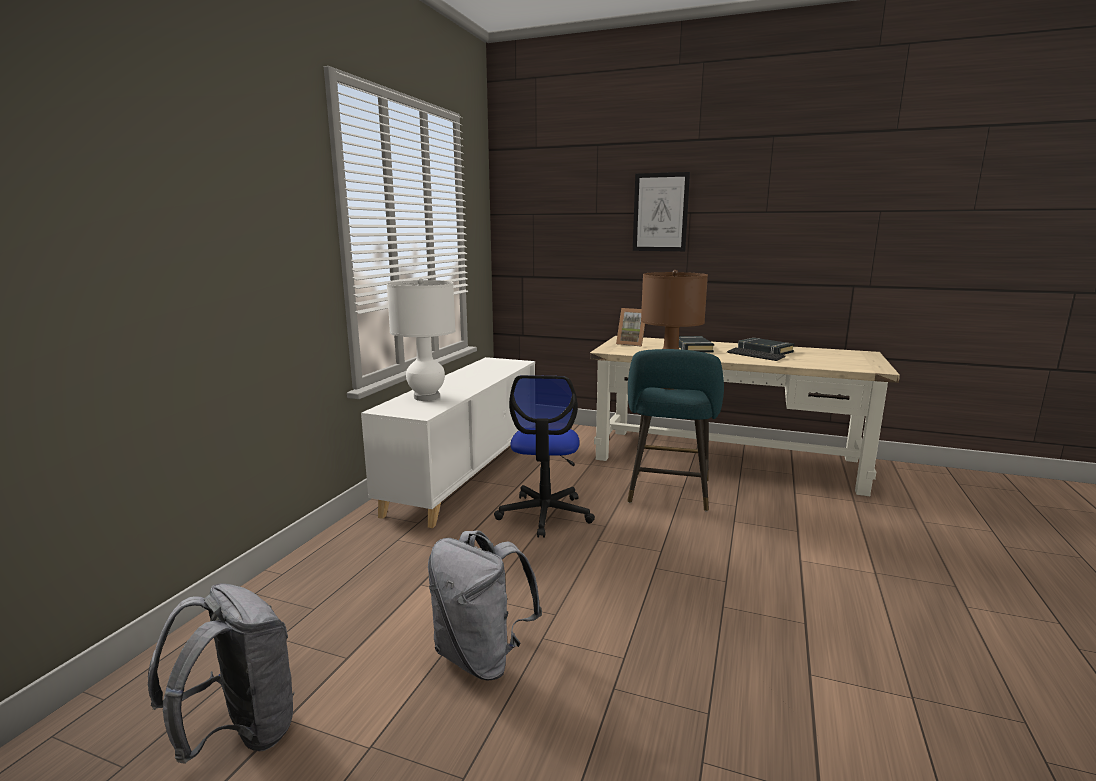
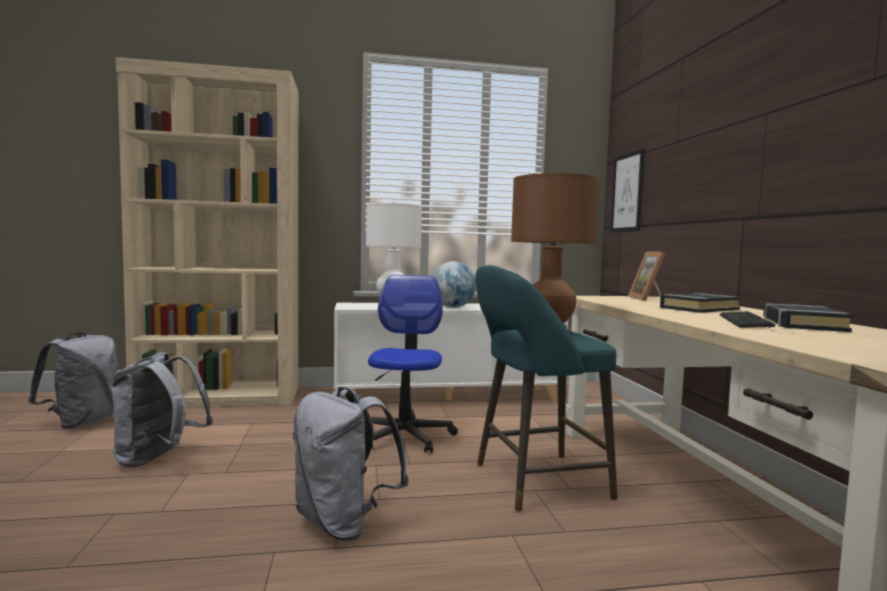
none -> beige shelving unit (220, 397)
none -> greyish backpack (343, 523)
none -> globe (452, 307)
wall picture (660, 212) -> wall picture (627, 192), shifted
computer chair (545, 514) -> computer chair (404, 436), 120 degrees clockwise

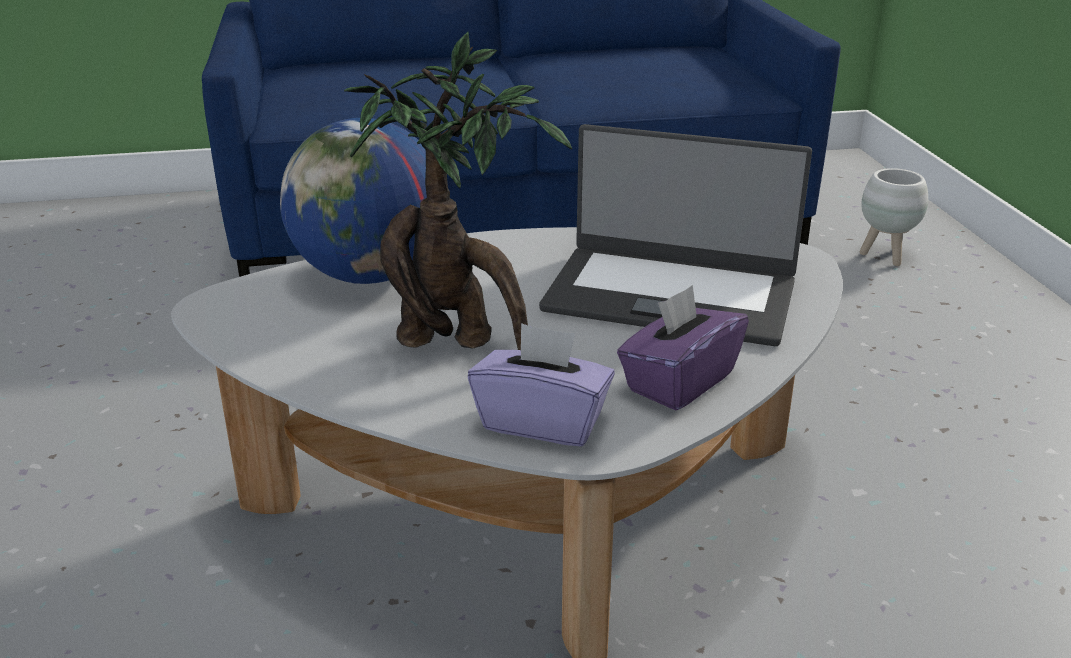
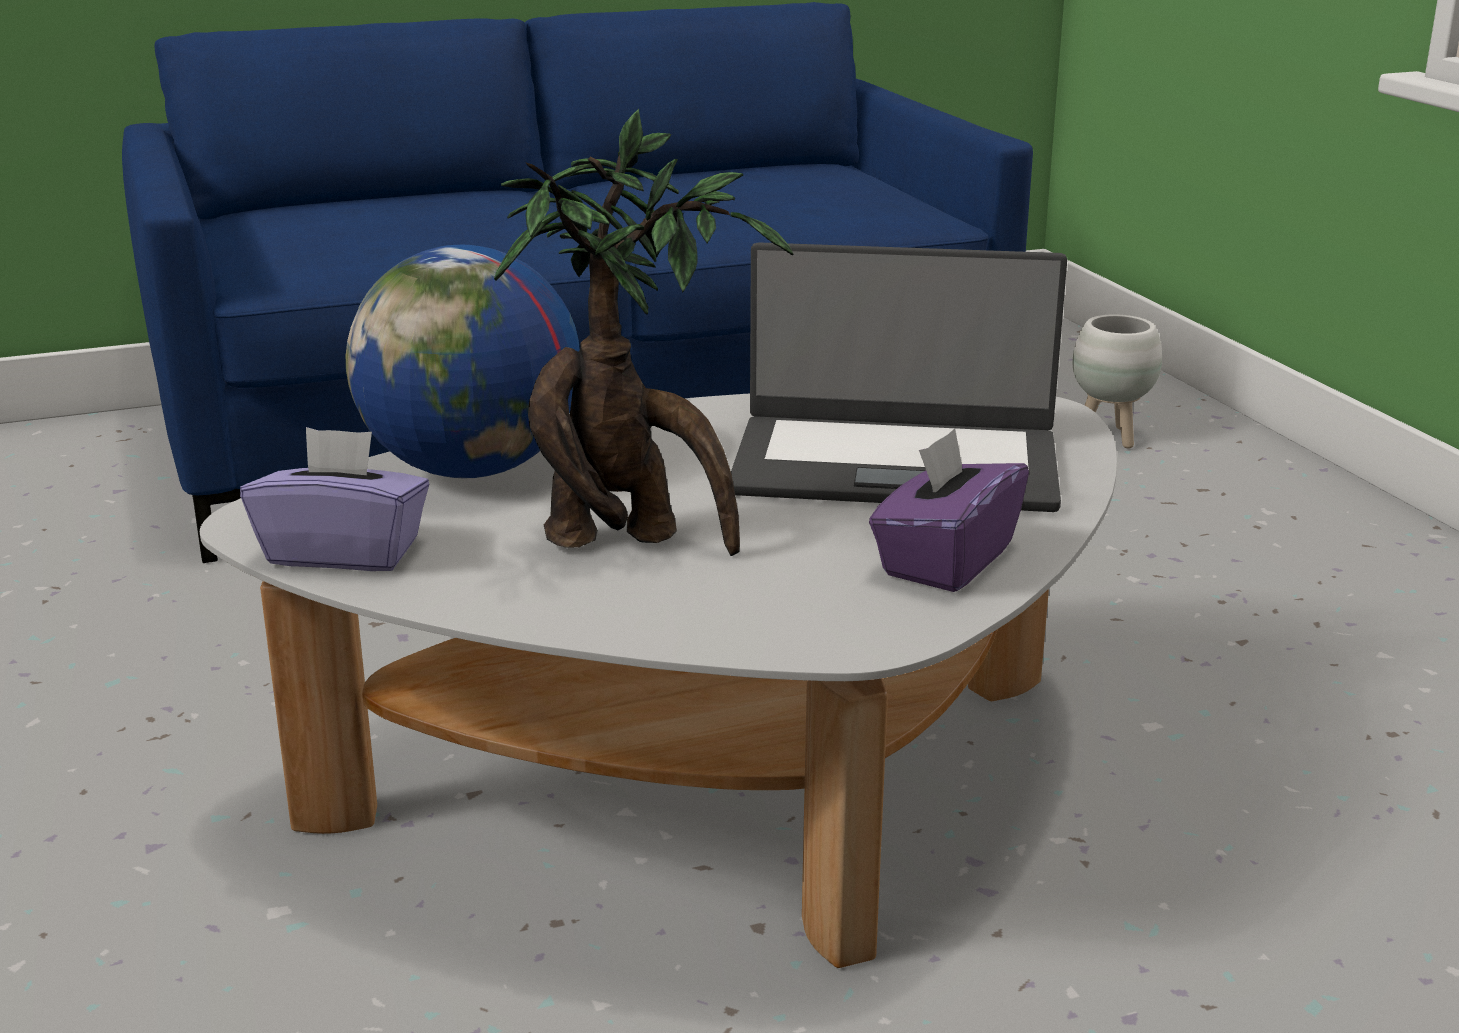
purplish tissue holder (542, 422) -> purplish tissue holder (344, 552), shifted

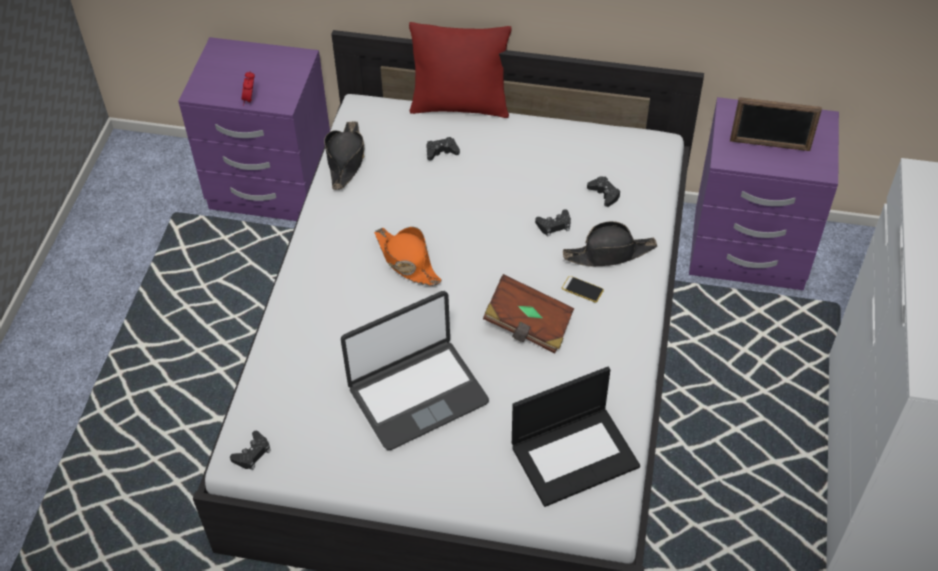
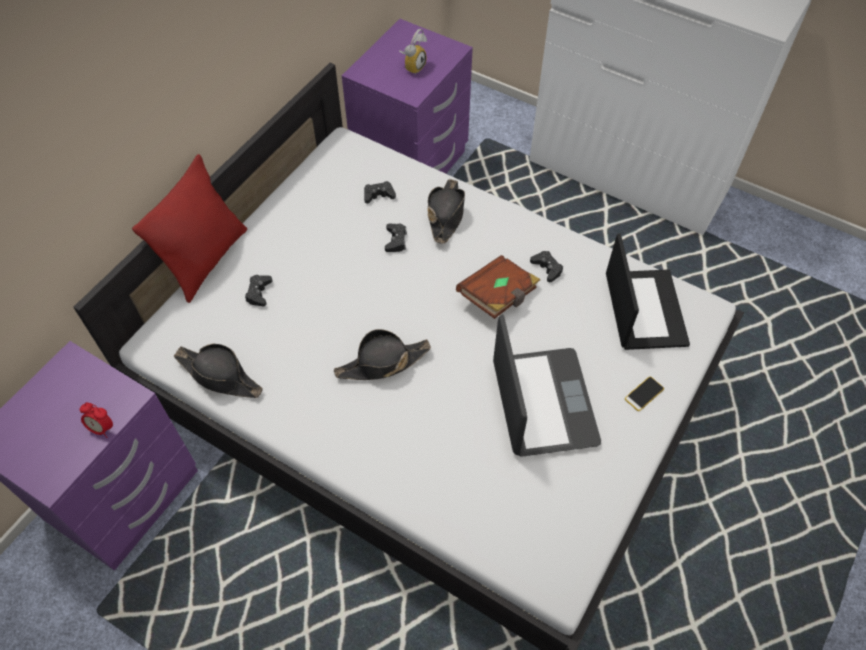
black game controller (252, 453) -> black game controller (547, 268), shifted
handset (582, 289) -> handset (644, 394), shifted
photo frame (769, 145) -> bedside clock (413, 66)
orange-coloured clothing hat (407, 261) -> black clothing hat (382, 363)

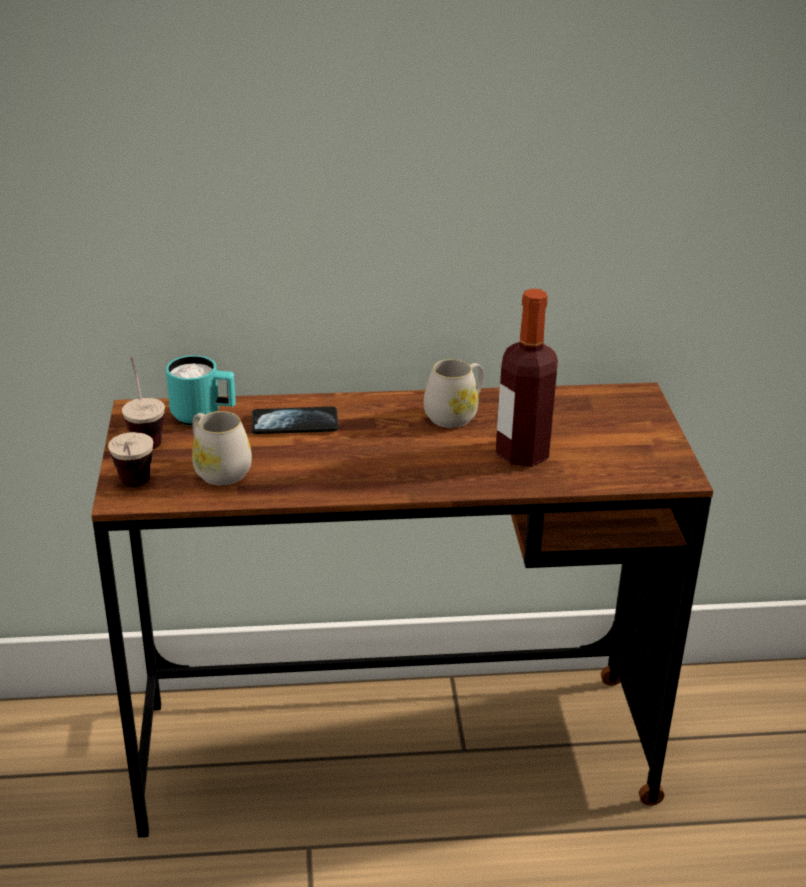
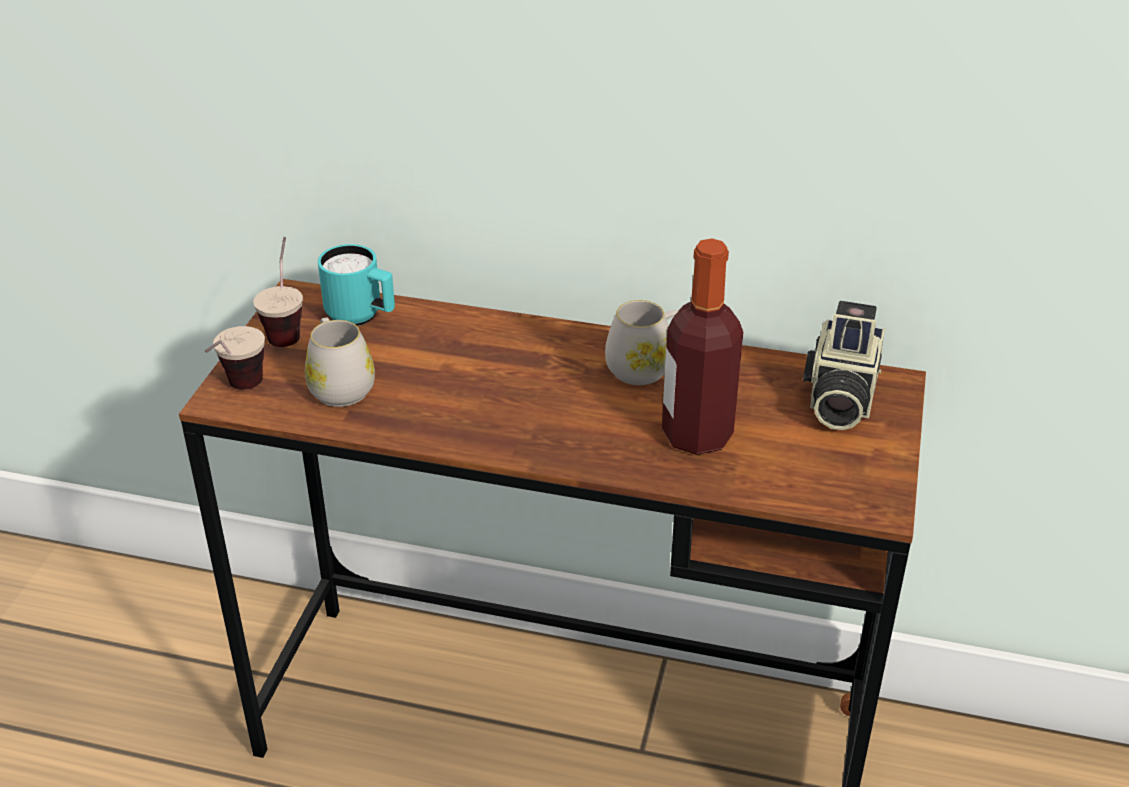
handset (294, 423) -> none
none -> still camera (838, 399)

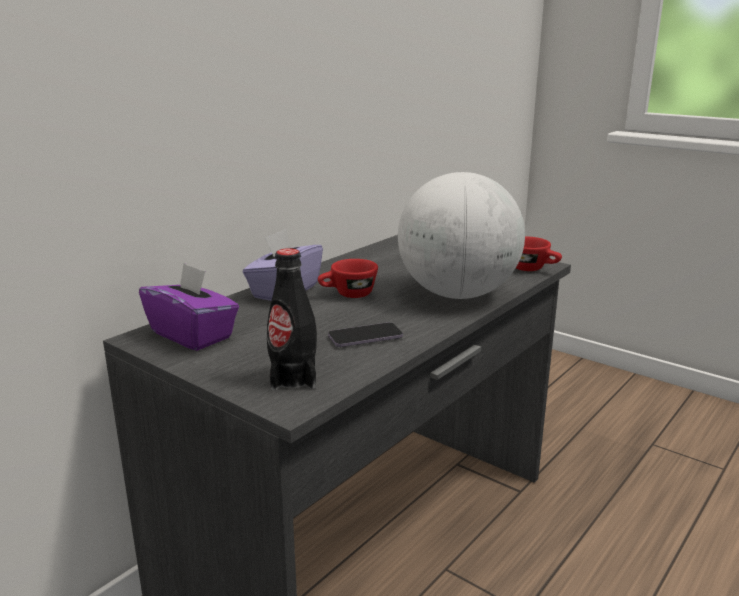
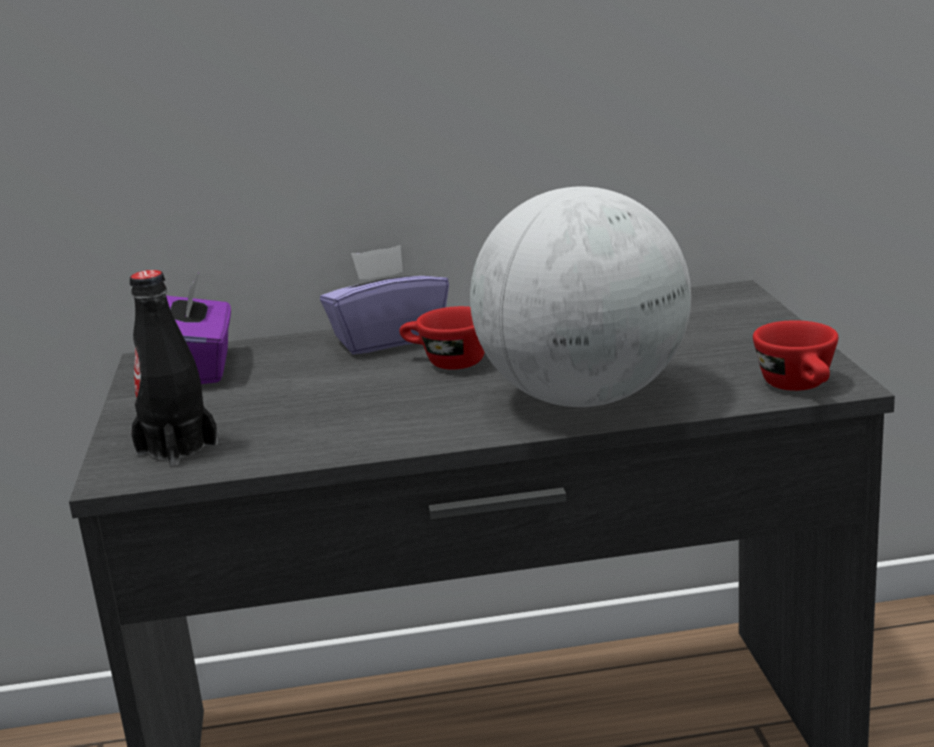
handset (365, 337) -> none

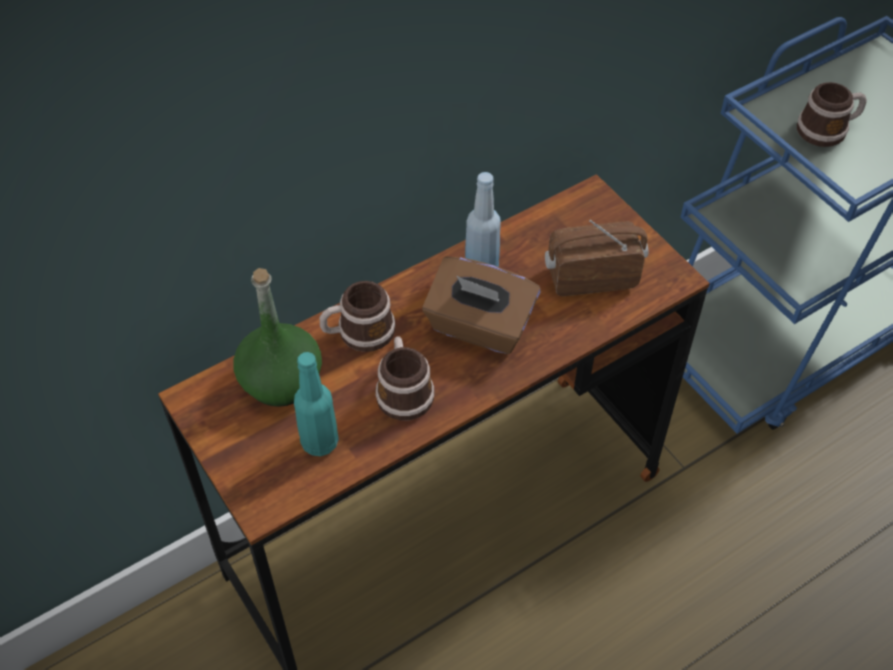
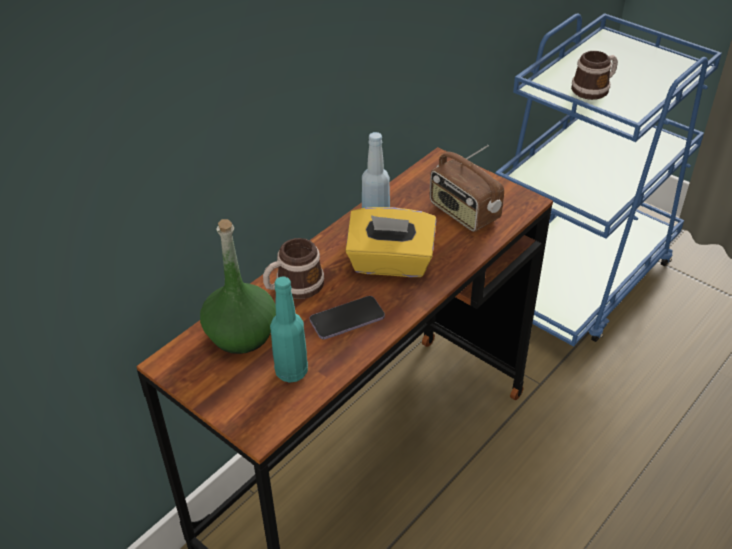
tea mug (403, 390) -> handset (347, 319)
brown tissue holder (479, 327) -> yellowish tissue holder (390, 263)
radio (591, 277) -> radio (463, 213), 105 degrees counterclockwise

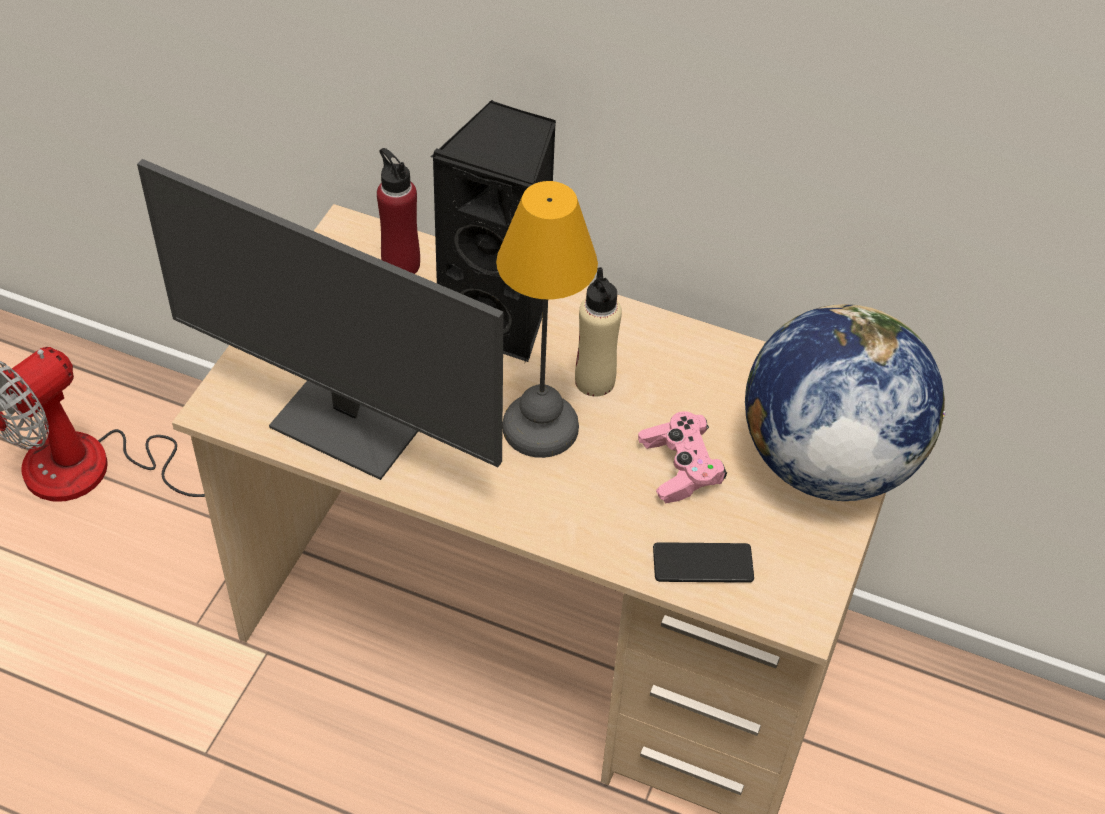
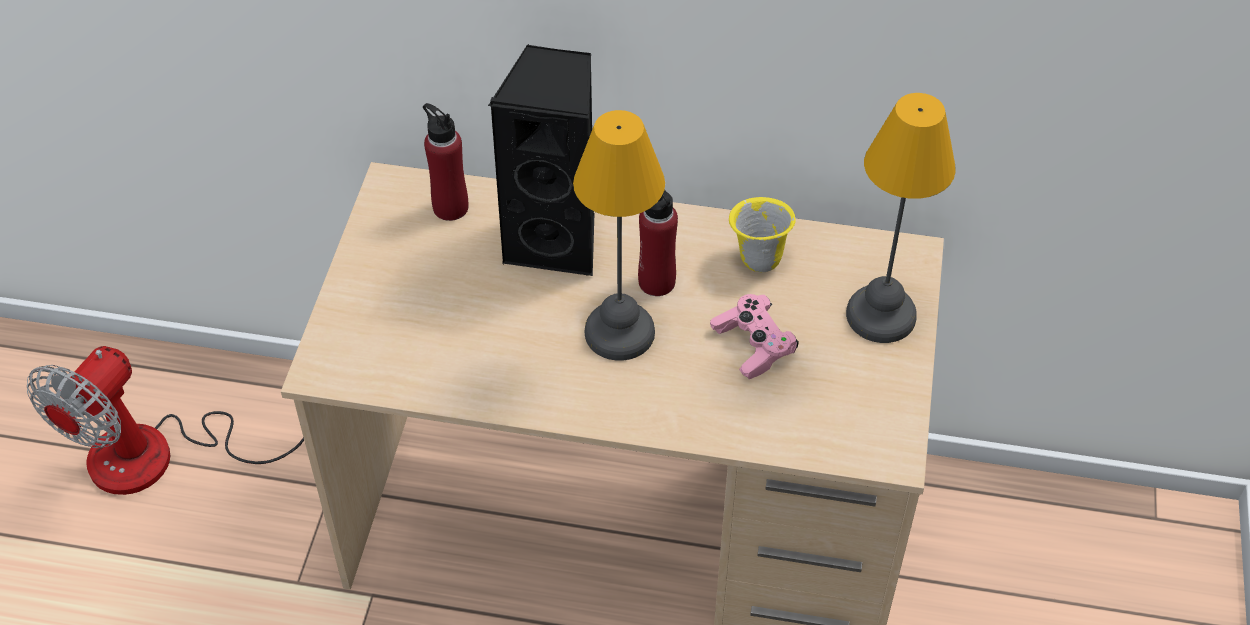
computer screen (351, 421) -> none
handset (702, 564) -> none
none -> yellowish tea mug (758, 259)
globe (825, 461) -> table lamp (878, 316)
beige beverage bottle (594, 381) -> red-coloured beverage bottle (656, 282)

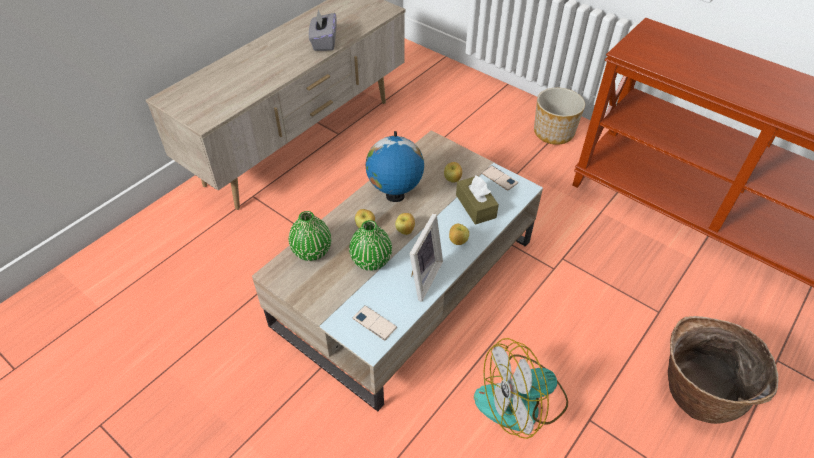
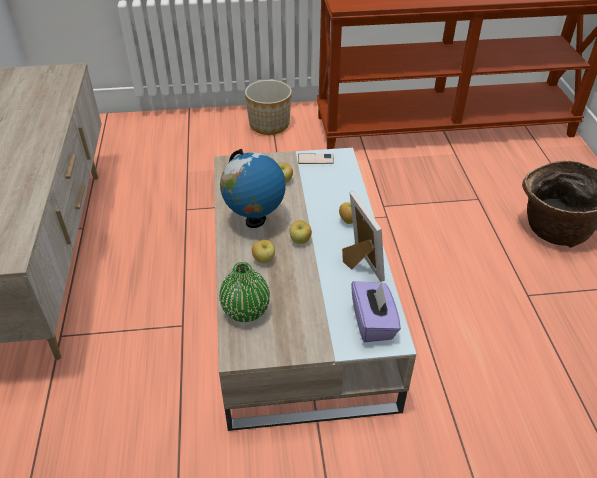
greyish tissue holder (324, 42) -> none
greenish flower vase (371, 260) -> none
brown tissue holder (475, 206) -> none
fan (521, 402) -> none
handset (374, 323) -> purplish tissue holder (373, 323)

